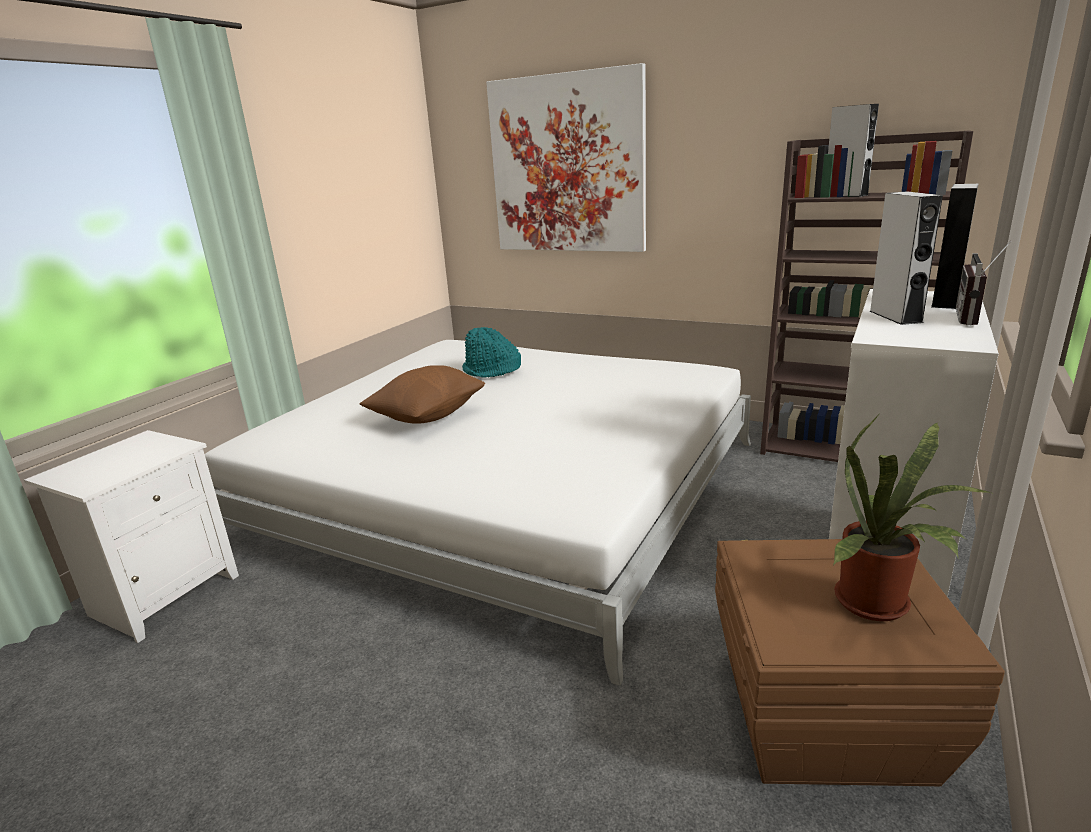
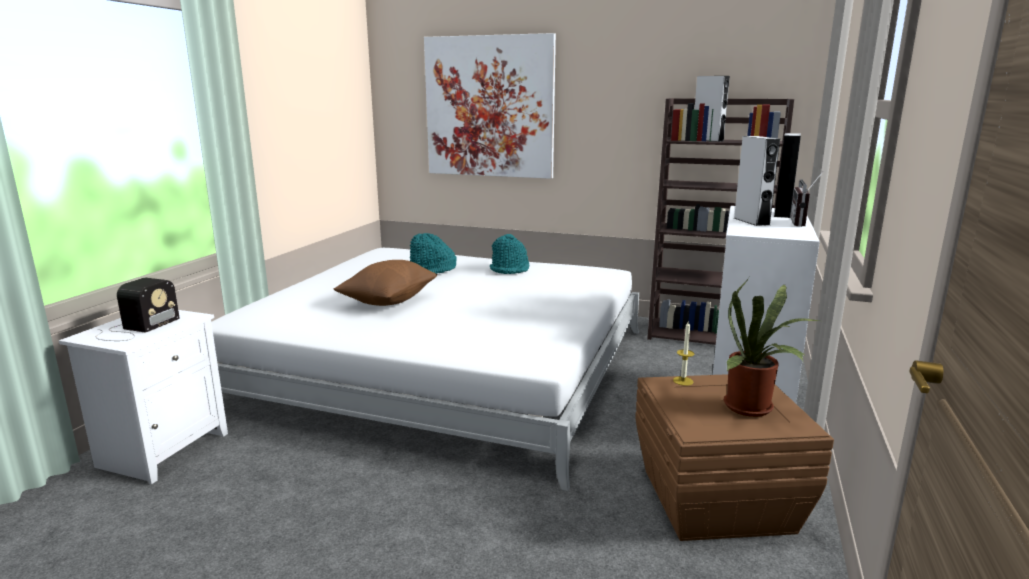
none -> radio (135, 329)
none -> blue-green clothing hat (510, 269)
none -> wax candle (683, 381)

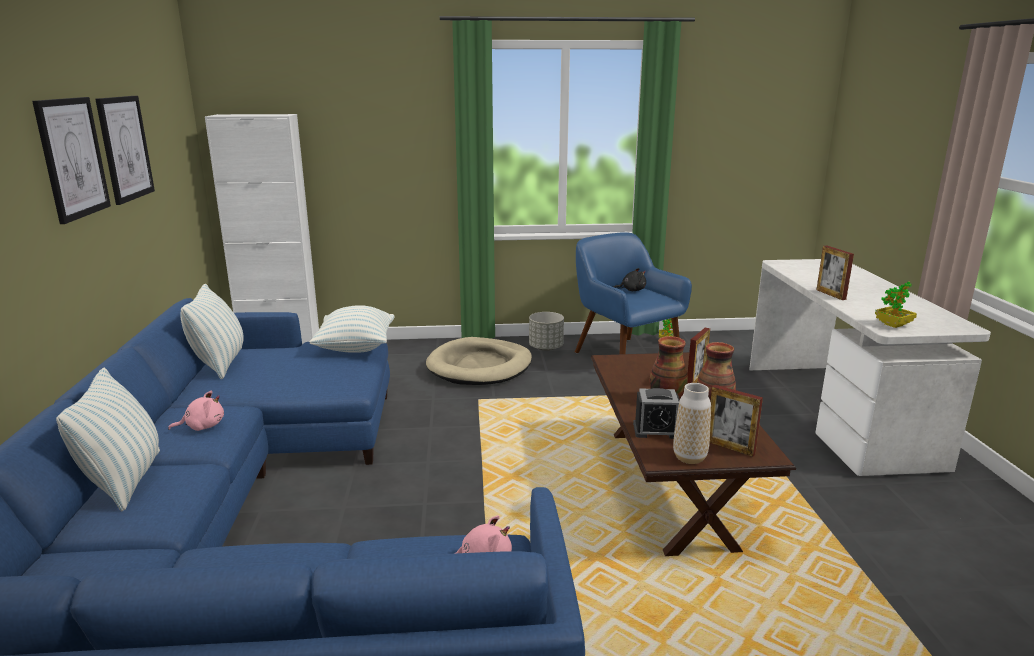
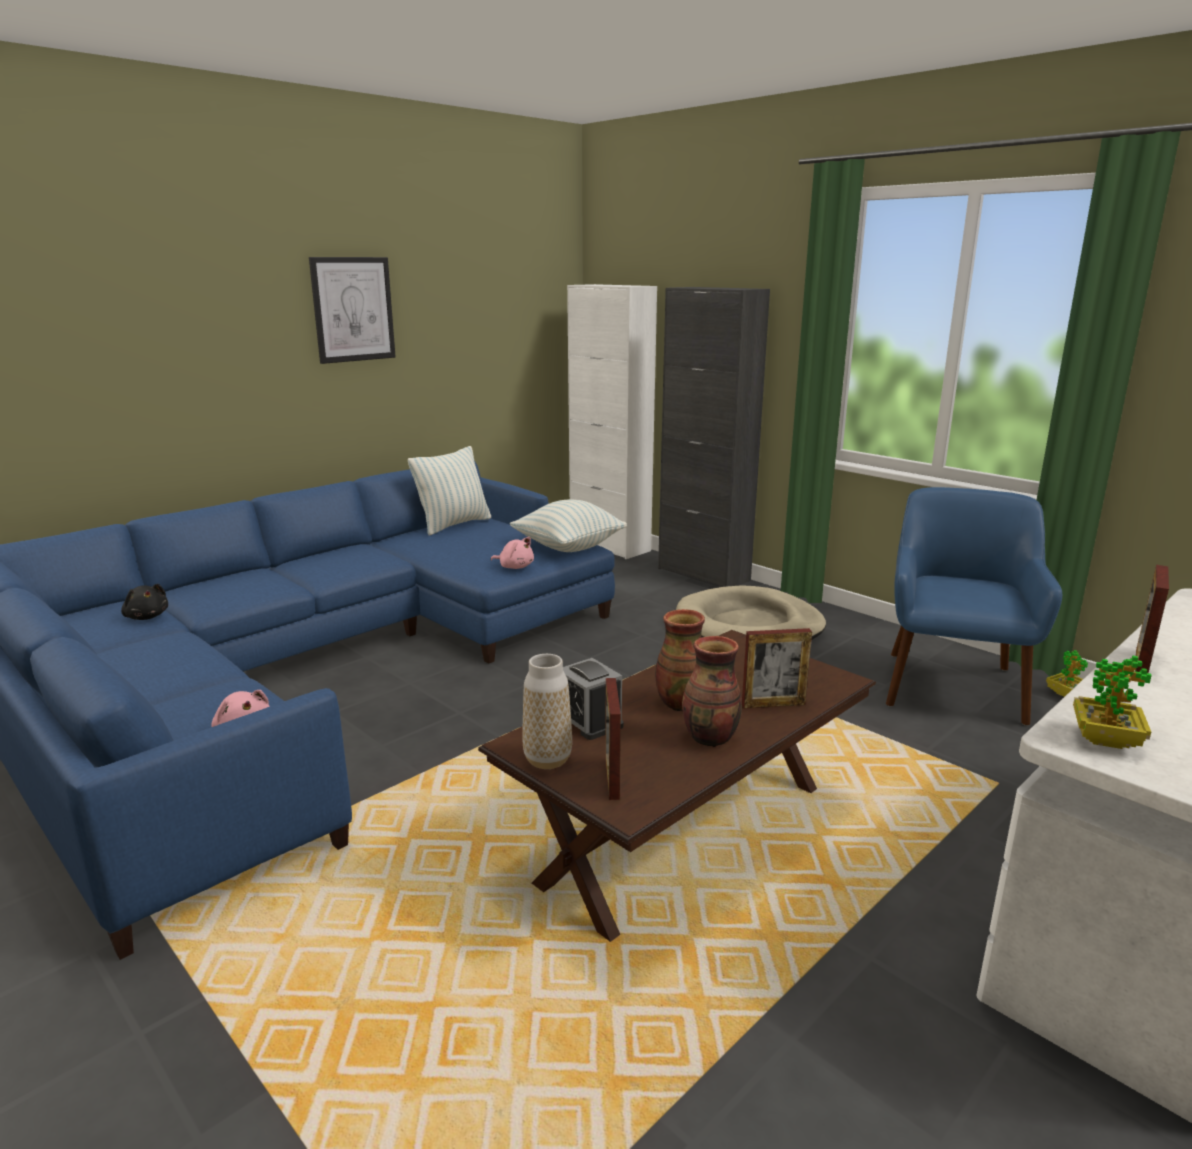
throw pillow (125, 481) -> none
wall picture (125, 148) -> none
greyish flower pot (545, 348) -> none
none -> black cupboard (703, 574)
pink plush toy (202, 426) -> pink plush toy (515, 567), shifted
black plush toy (631, 290) -> black plush toy (147, 617), shifted

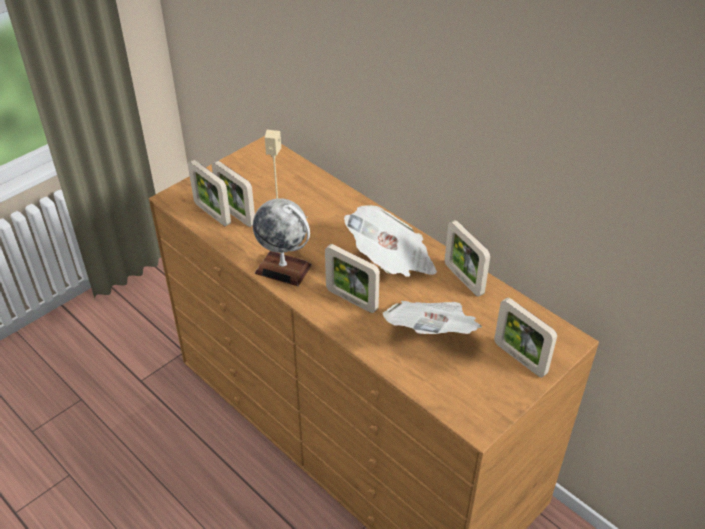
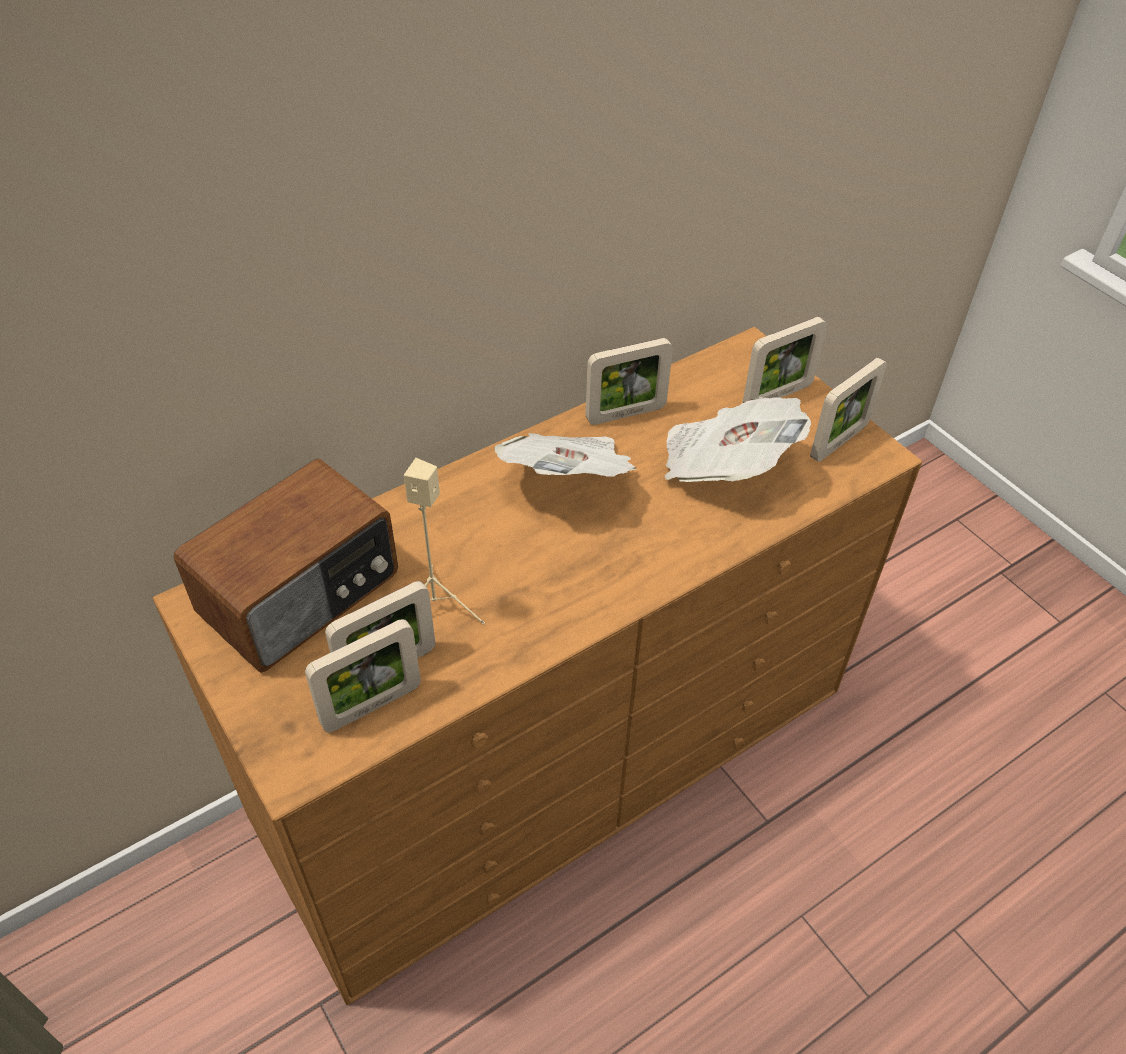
globe (283, 269) -> none
none -> radio (302, 594)
photo frame (351, 300) -> photo frame (839, 442), shifted

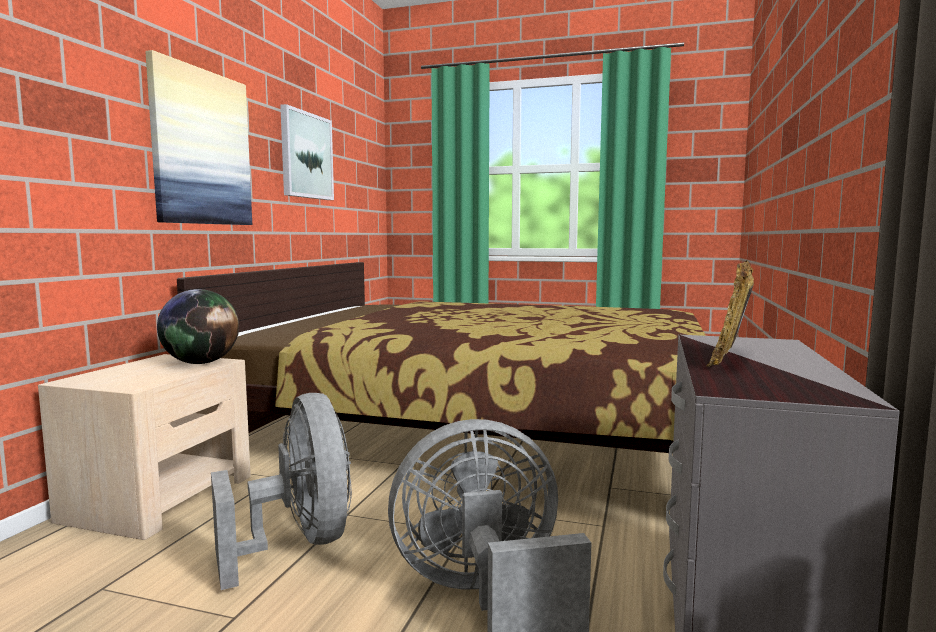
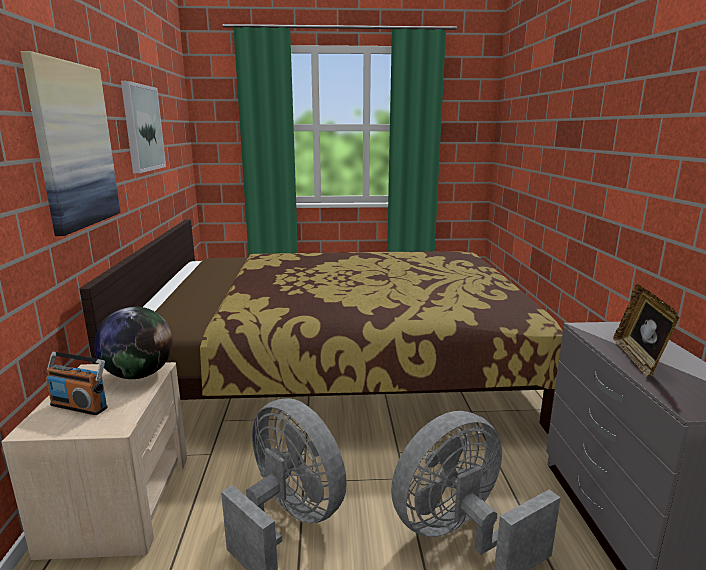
none -> radio (80, 406)

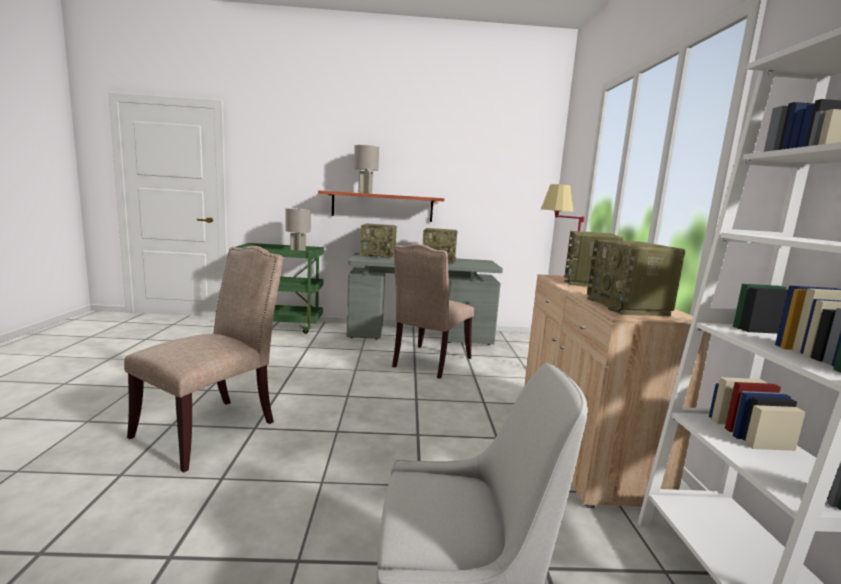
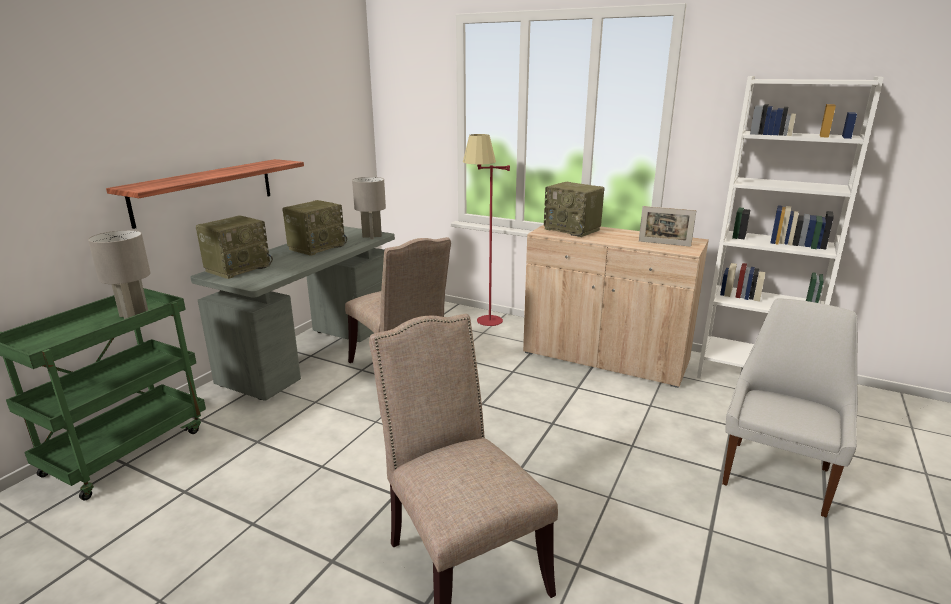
greyish table lamp (365, 193) -> greyish table lamp (372, 236), shifted
radio (628, 307) -> photo frame (664, 243)

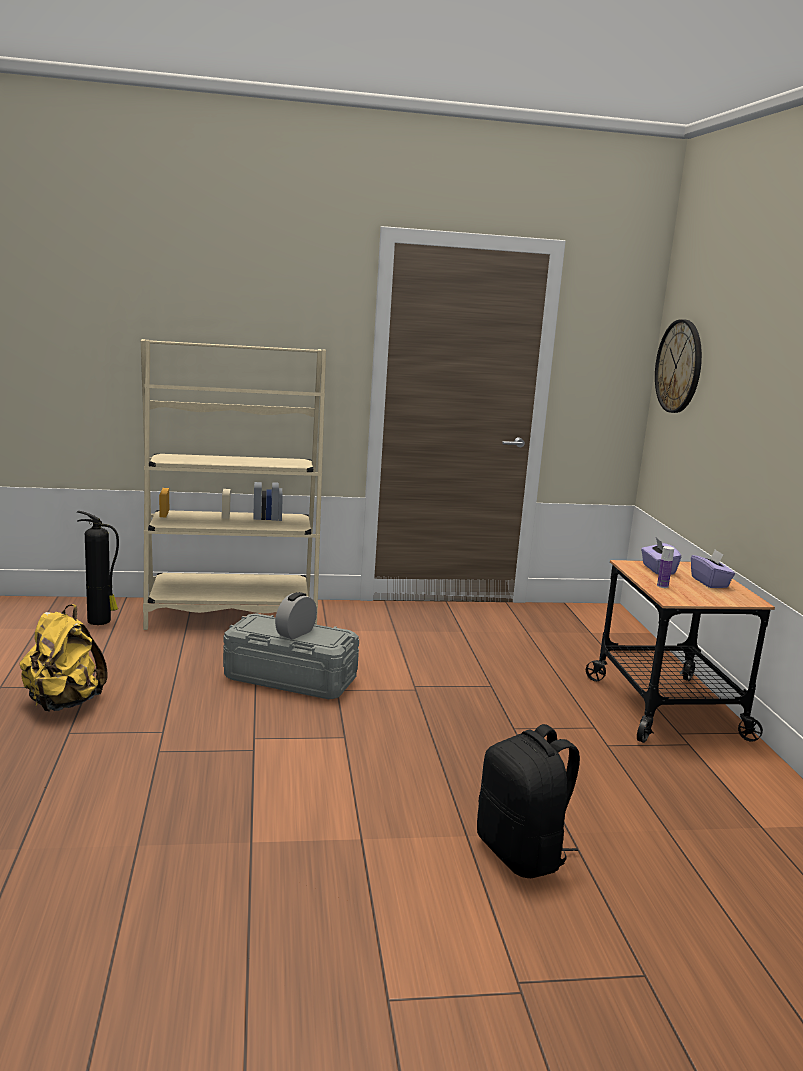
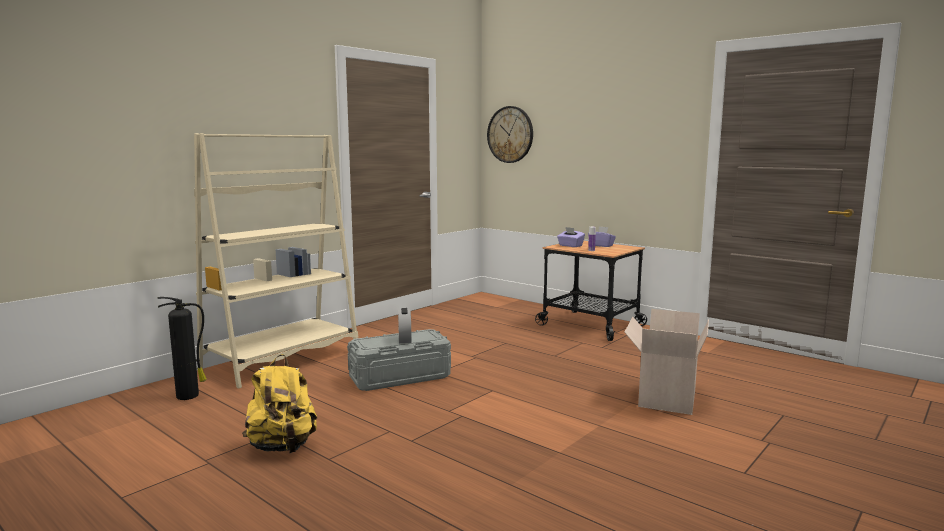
black backpack (522, 854) -> cardboard box (664, 398)

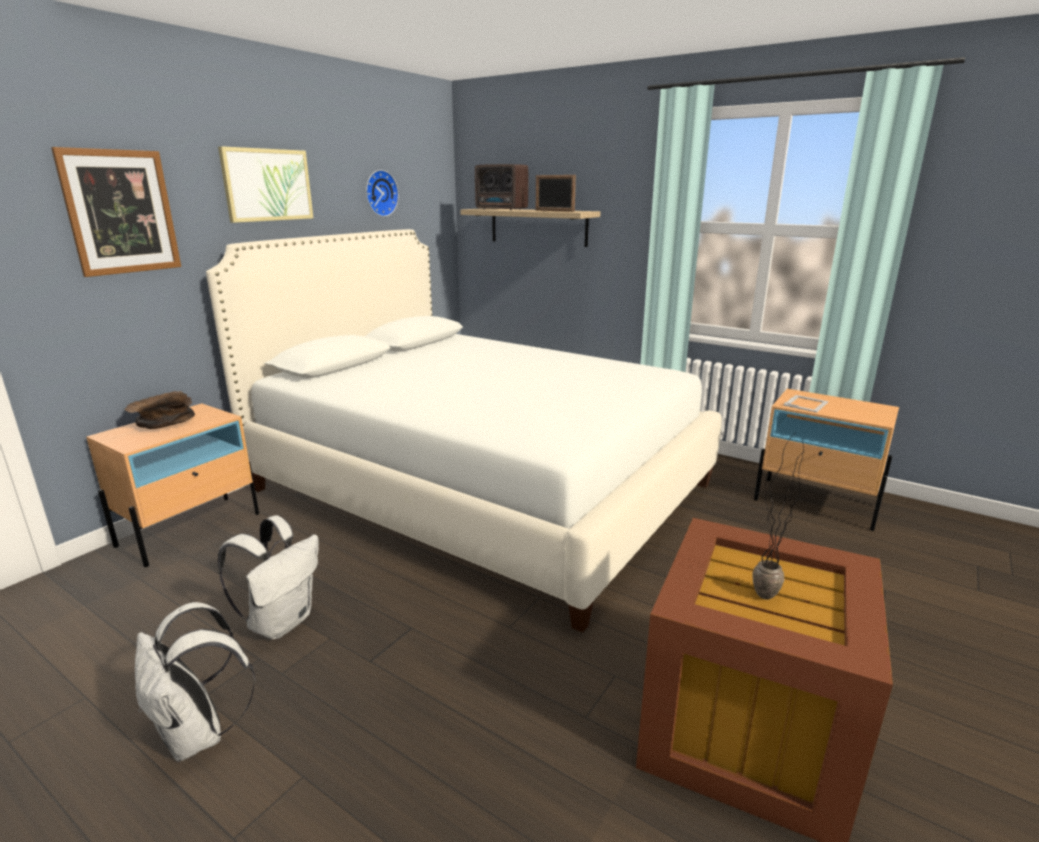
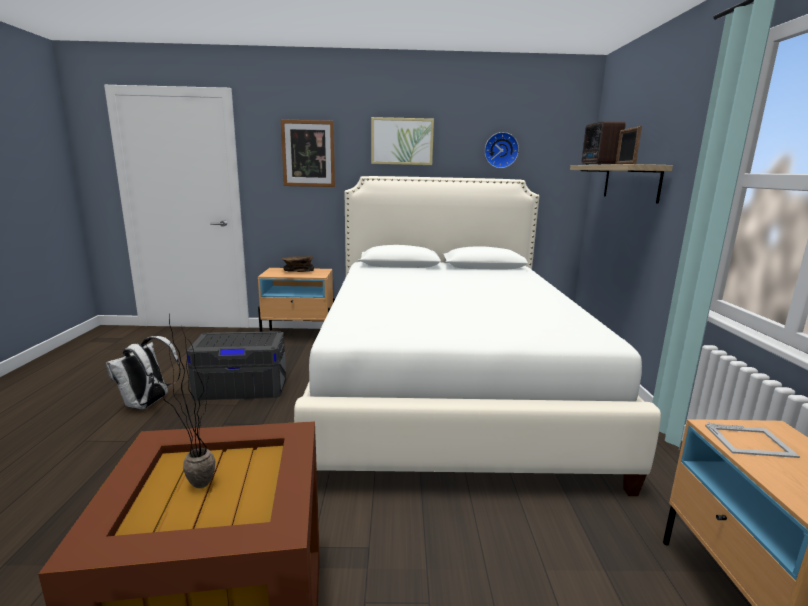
white backpack (281, 621) -> greyish storage box (241, 387)

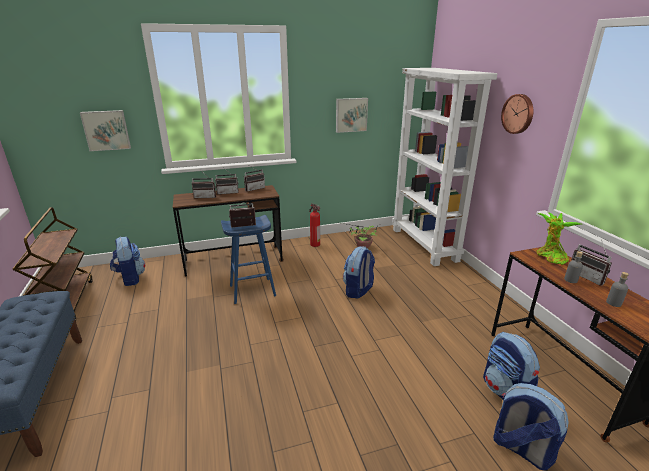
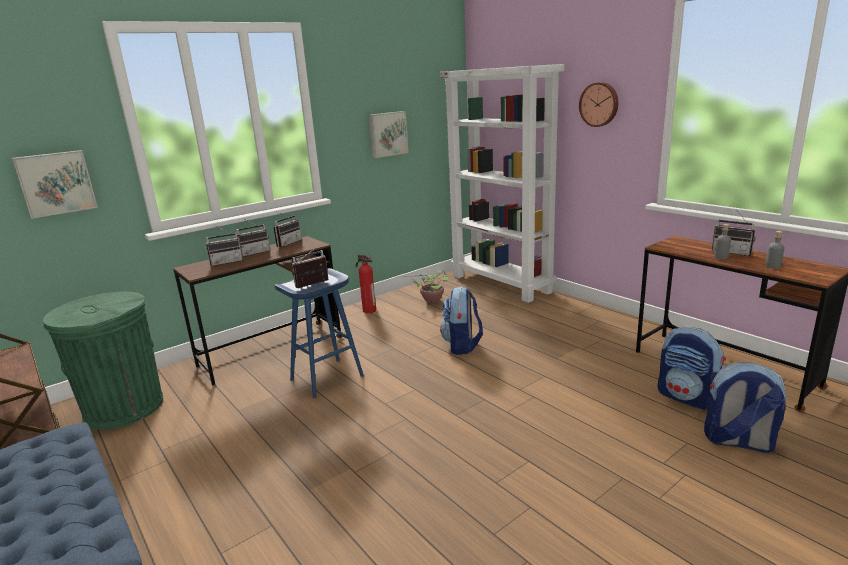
potted plant (550, 257) -> none
backpack (130, 278) -> greenish waste bin (124, 408)

